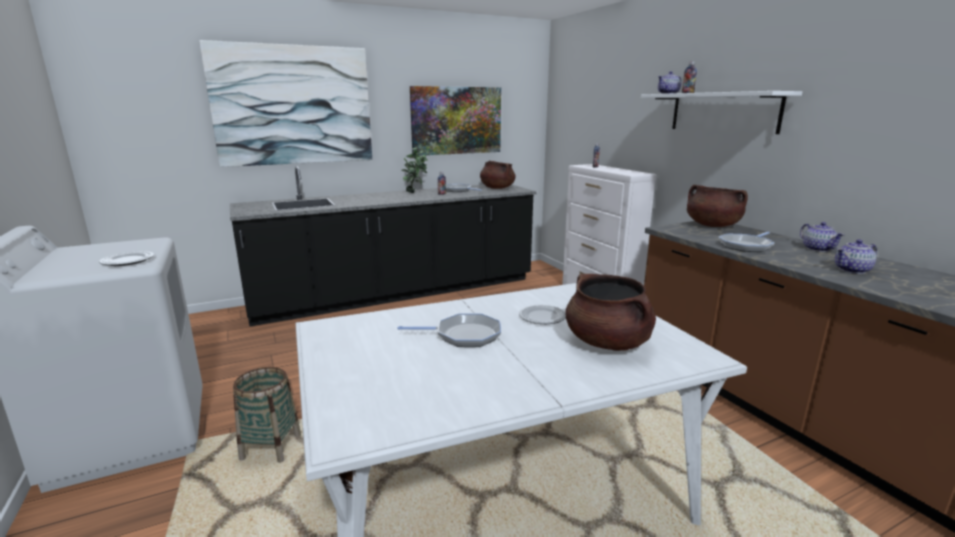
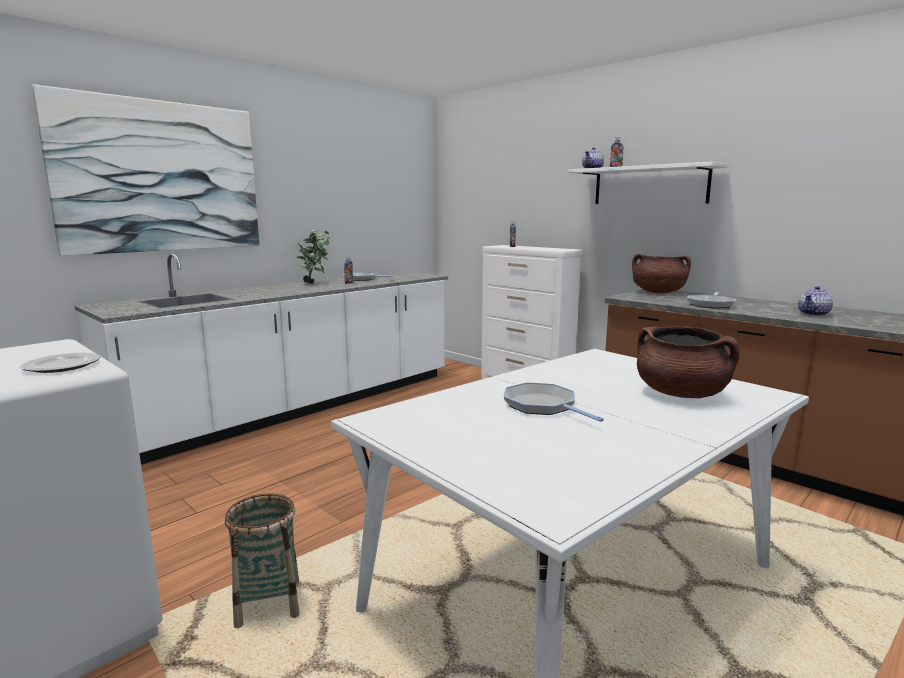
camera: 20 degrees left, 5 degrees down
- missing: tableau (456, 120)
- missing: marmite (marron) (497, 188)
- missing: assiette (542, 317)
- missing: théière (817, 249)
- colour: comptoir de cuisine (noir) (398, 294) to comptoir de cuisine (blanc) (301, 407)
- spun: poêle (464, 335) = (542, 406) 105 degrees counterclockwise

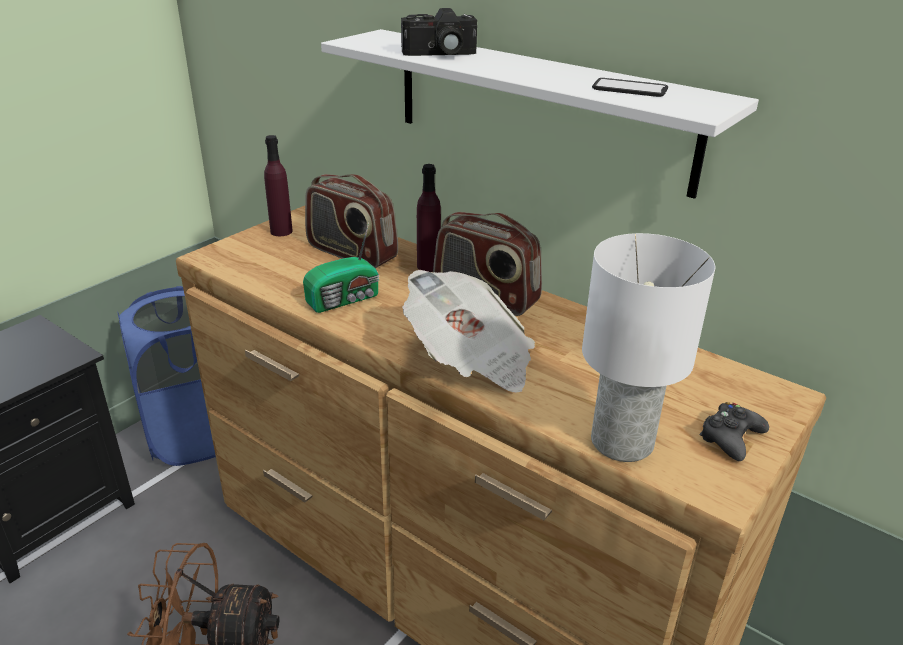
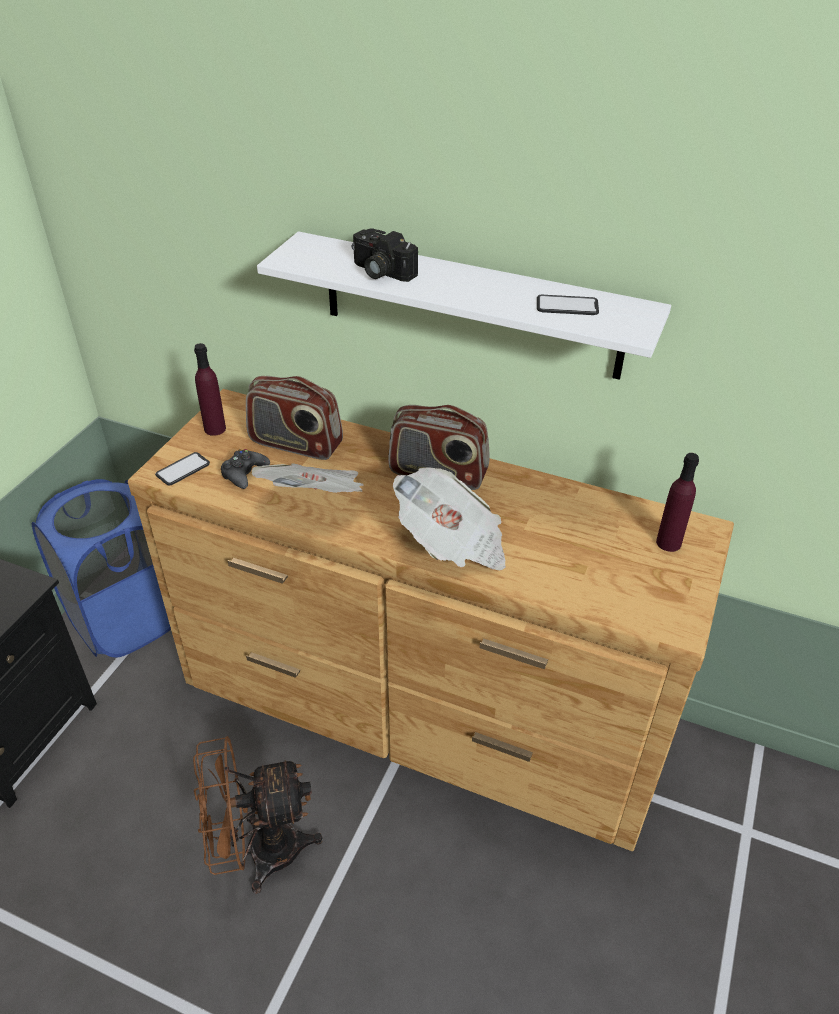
camera: 15 degrees left, 10 degrees up
- missing: lampe de table (blanc) (620, 441)
- appeared: téléphone (183, 469)
- relocated: bouteille (violet) (428, 266) to (668, 542)
- relocated: manette (noir) (731, 438) to (244, 473)
- exchanged: radio (345, 299) to journal (316, 500)
- spun: appareil photo (439, 54) = (380, 272) 60 degrees clockwise

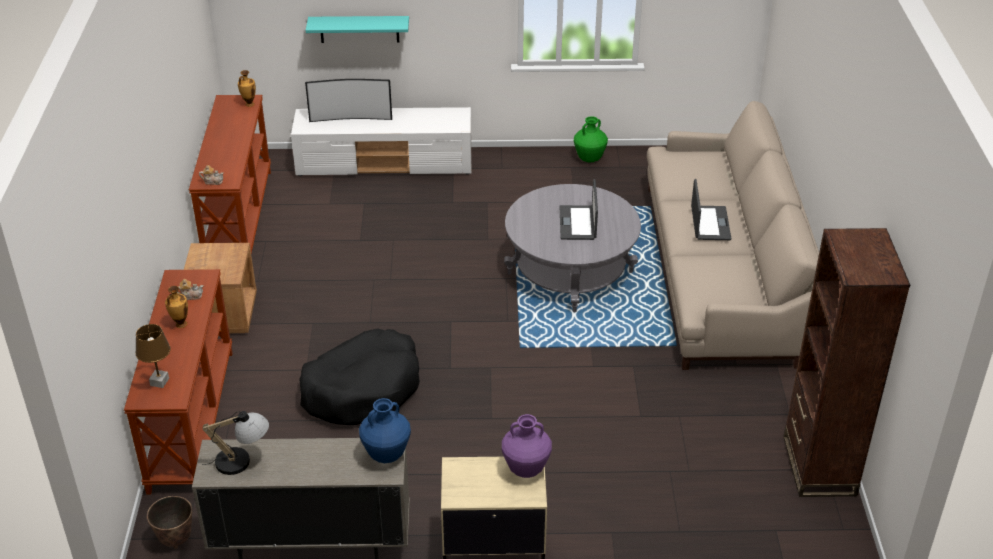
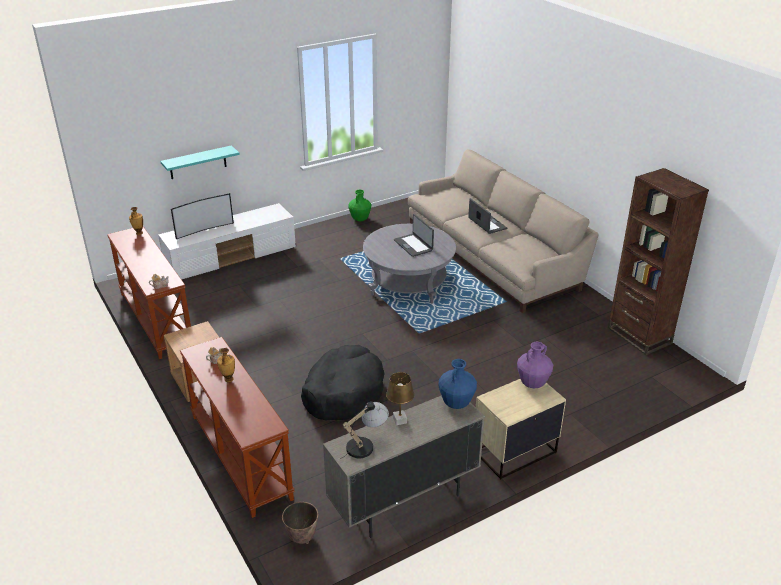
camera: 30 degrees left, 5 degrees down
- relocated: lampe de table (marron) (159, 381) to (399, 420)

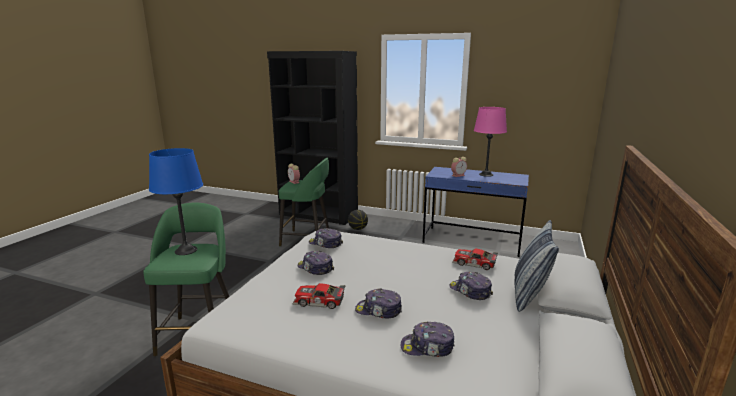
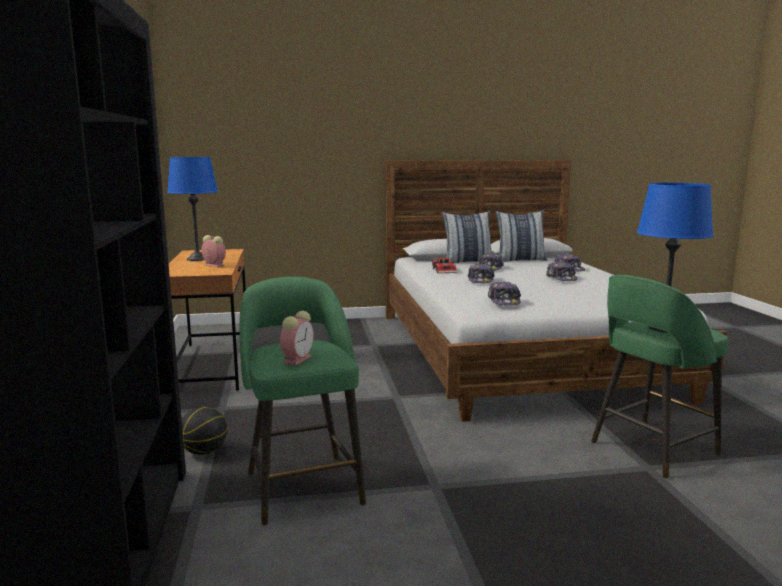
camera: 120 degrees left, 5 degrees down
- missing: petite voiture (319, 302)
- appeared: coussin (520, 260)
- relocated: casquette (315, 268) to (481, 280)
- colour: bureau (bleu) (472, 241) to bureau (marron) (211, 365)
- colour: lampe de table (rose) (486, 174) to lampe de table (bleu) (197, 259)

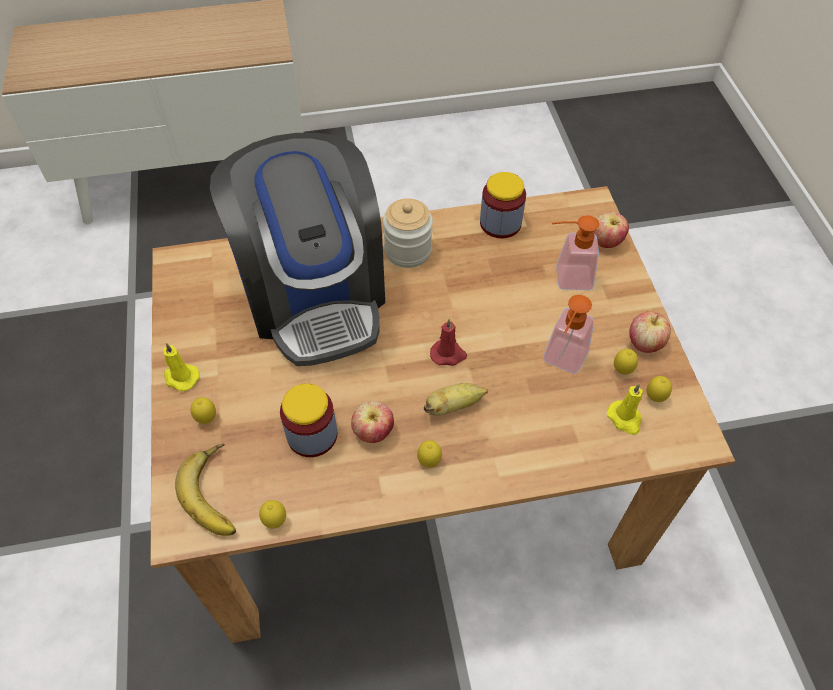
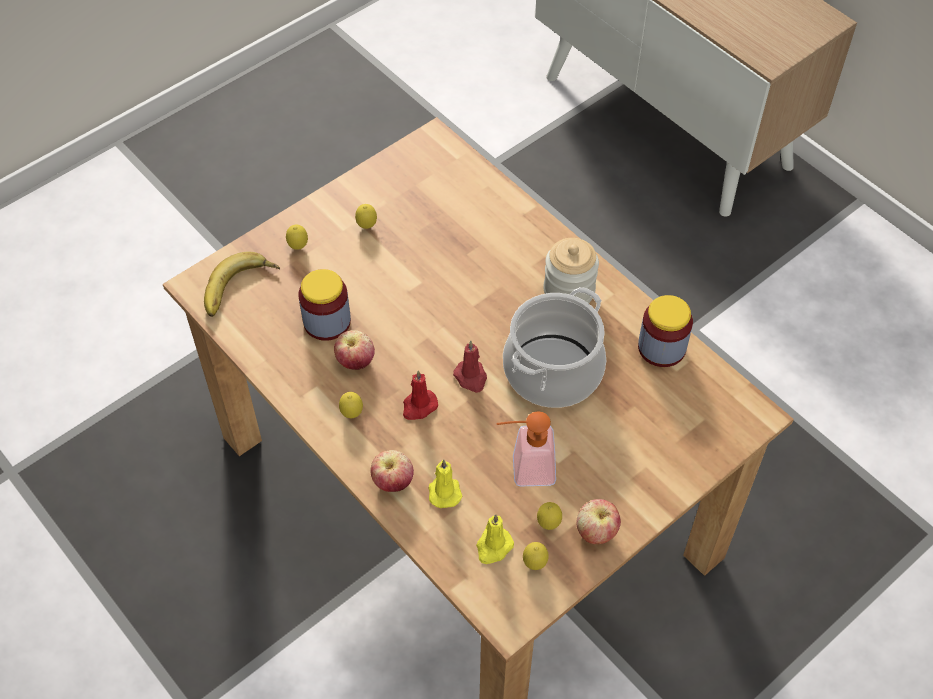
camera: 60 degrees right, 0 degrees up
- missing: machine à café (314, 294)
- missing: distributeur de savon (566, 278)
- appeared: marmite (552, 370)
- relocated: bougie (jaune) (180, 377) to (444, 491)
- relocated: citron (275, 521) to (367, 226)
- relocated: pomme (606, 242) to (393, 482)
- exchanged: banane (453, 406) to bougie (rouge) (419, 406)

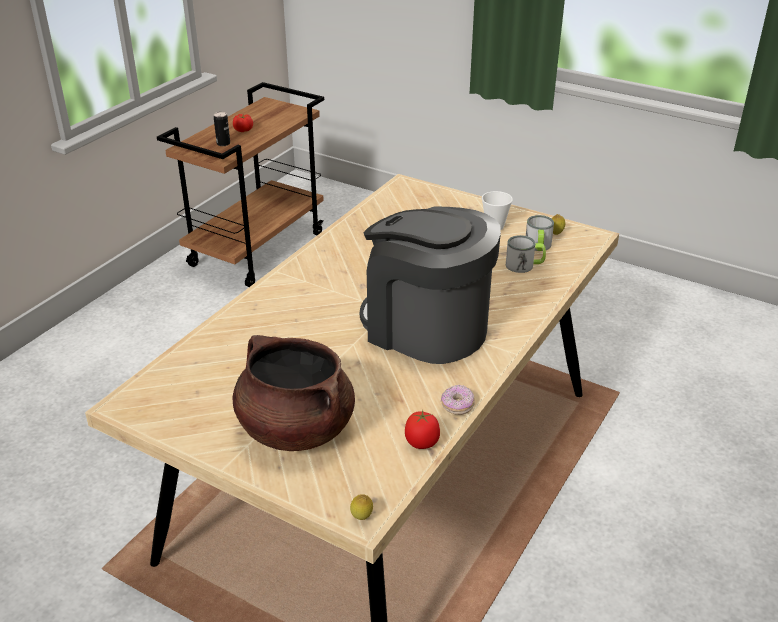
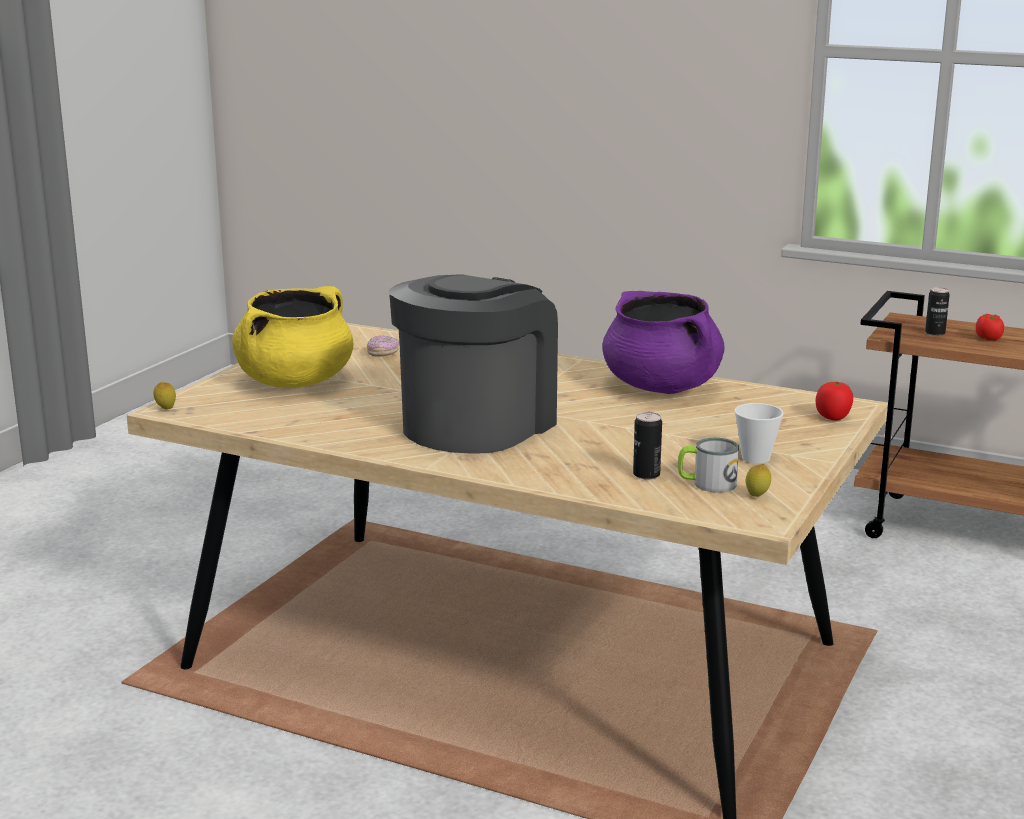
camera: 85 degrees right, 15 degrees down
- appeared: marmite (violet) (662, 387)
- relocated: tomate (422, 443) to (833, 417)
- relocated: beignet (457, 406) to (383, 354)
- exchanged: mug (524, 265) to boîte métallique (646, 475)
- colour: marmite (marron) (295, 429) to marmite (jaune) (295, 382)

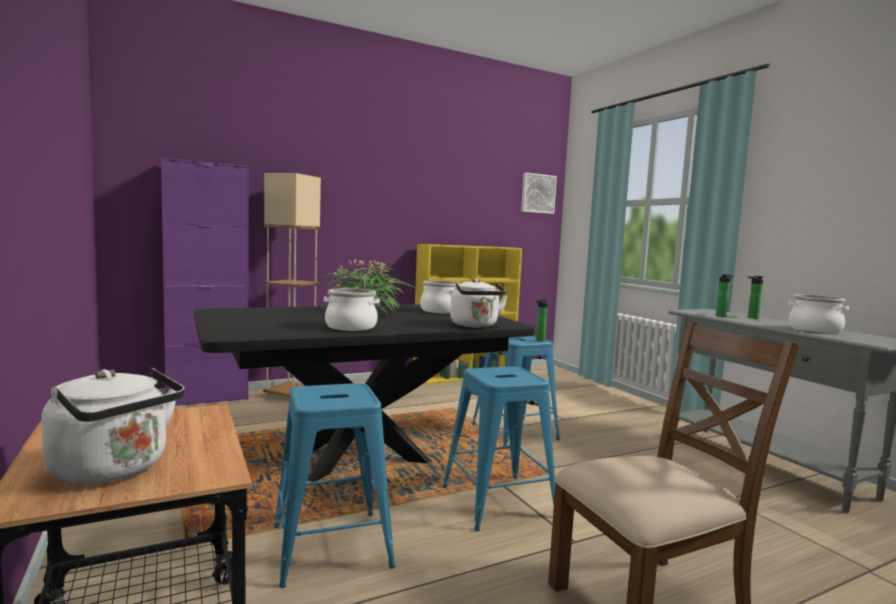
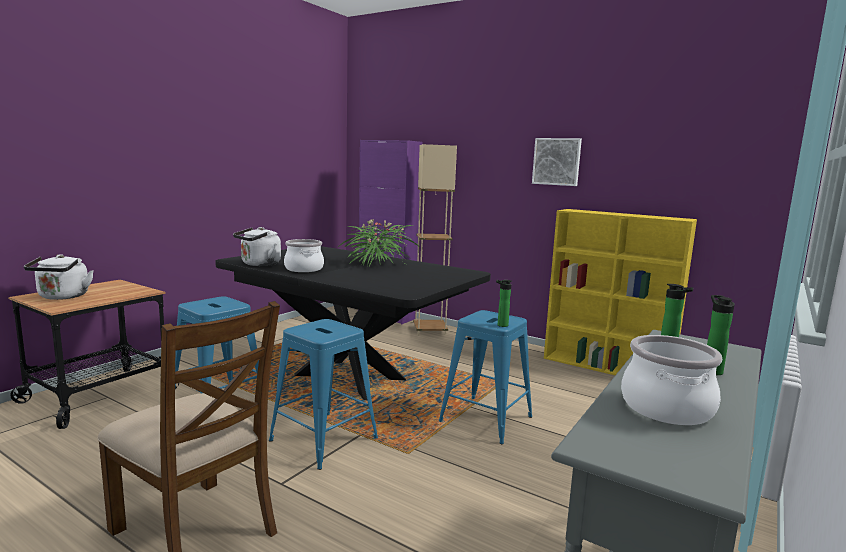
camera: 60 degrees right, 5 degrees up
- missing: marmite (440, 311)
- relocated: bouilloire (blanc) (475, 326) to (259, 264)
- relocated: tableau (537, 193) to (557, 161)

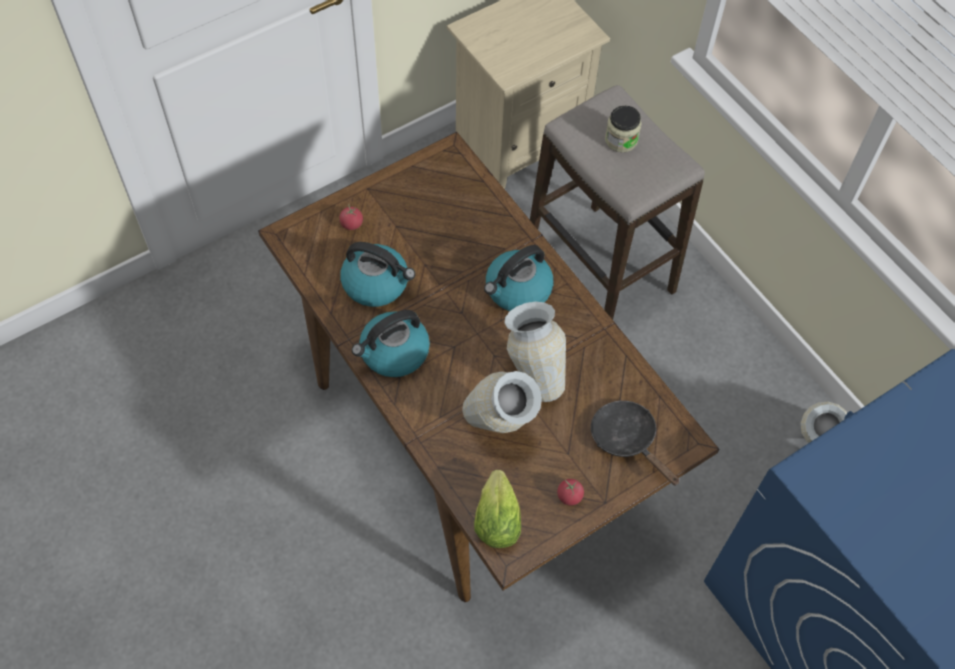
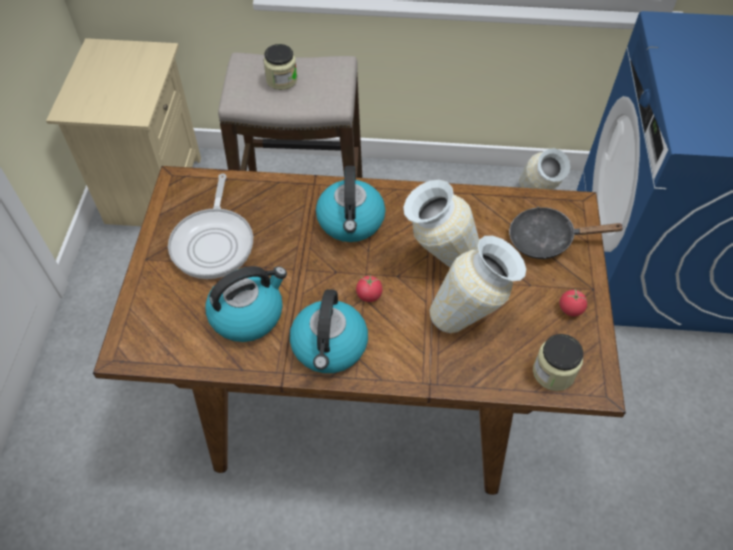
camera: 50 degrees left, 5 degrees down
- appeared: poêle (214, 242)
- relocated: tomate (351, 224) to (369, 295)
- exchanged: laitue (497, 516) to bocal (553, 372)

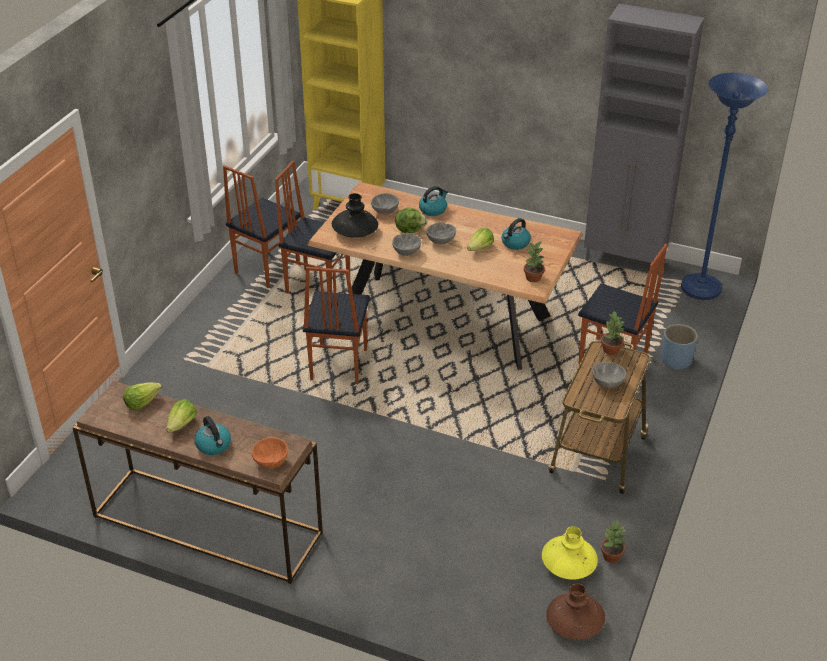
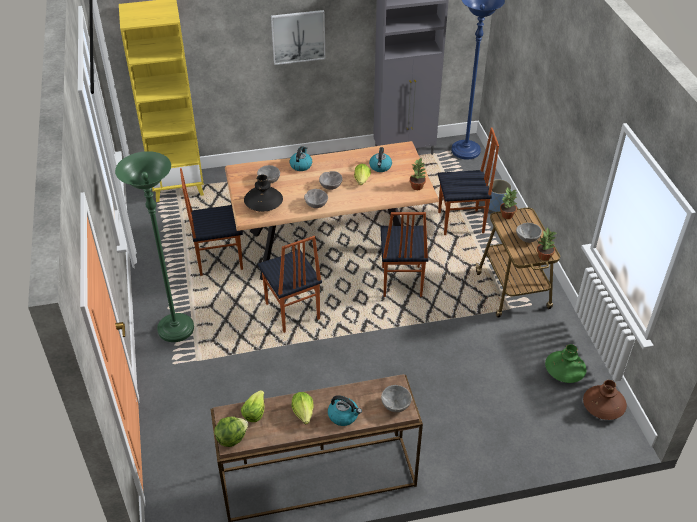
camera: 35 degrees left, 5 degrees up
- appeared: lampadaire (vert) (176, 329)
- appeared: tableau (298, 36)
- relocated: chaise (266, 269) to (400, 282)
- relocated: laitue (410, 230) to (231, 438)
- relocated: plante en pot (611, 556) to (544, 256)
- colour: bol (orange) (271, 462) to bol (gris) (396, 405)
- colour: vase (jaune) (568, 564) to vase (vert) (564, 371)

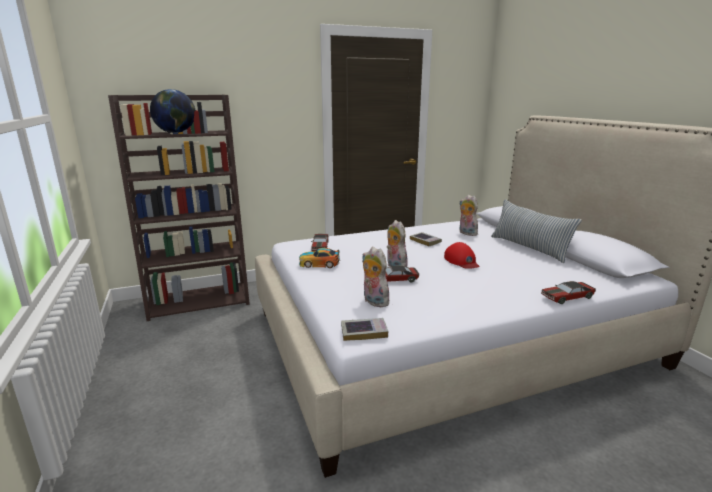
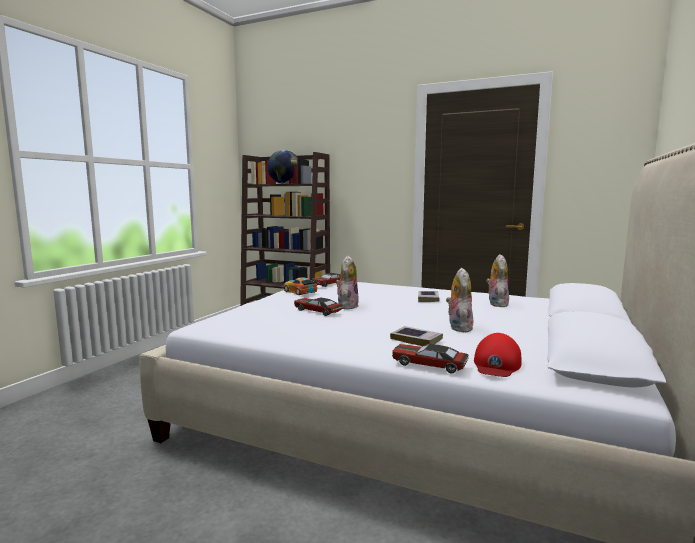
camera: 45 degrees right, 10 degrees down
- missing: coussin (529, 248)
- relocated: livre (364, 332) to (416, 340)
- relocated: peluche (373, 301) to (458, 327)
- relocated: casquette (rouge) (461, 261) to (496, 364)

